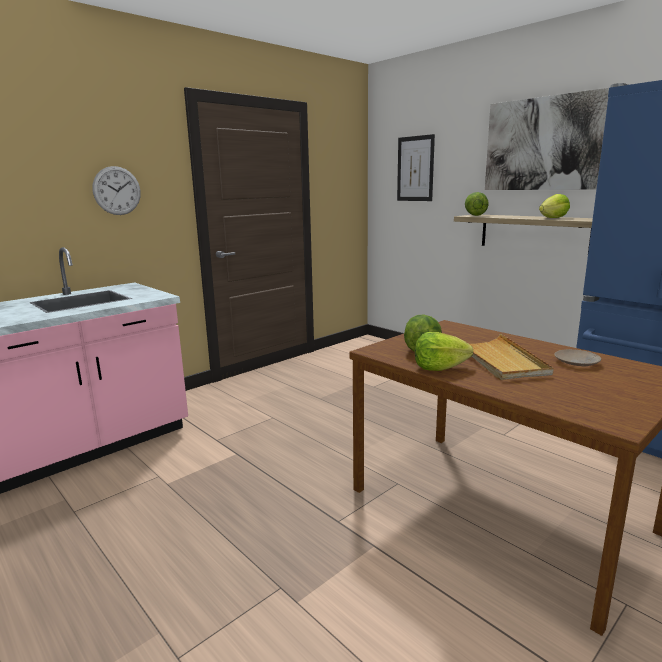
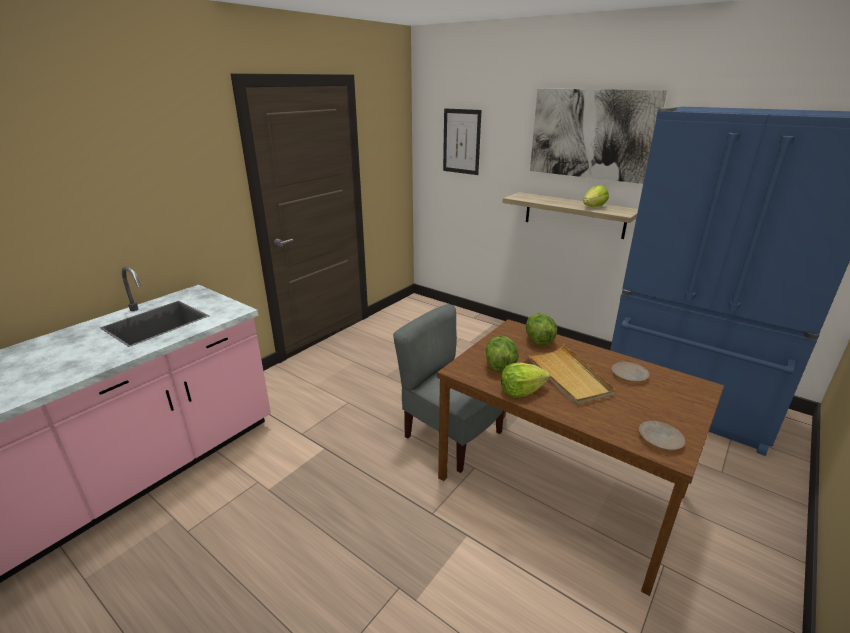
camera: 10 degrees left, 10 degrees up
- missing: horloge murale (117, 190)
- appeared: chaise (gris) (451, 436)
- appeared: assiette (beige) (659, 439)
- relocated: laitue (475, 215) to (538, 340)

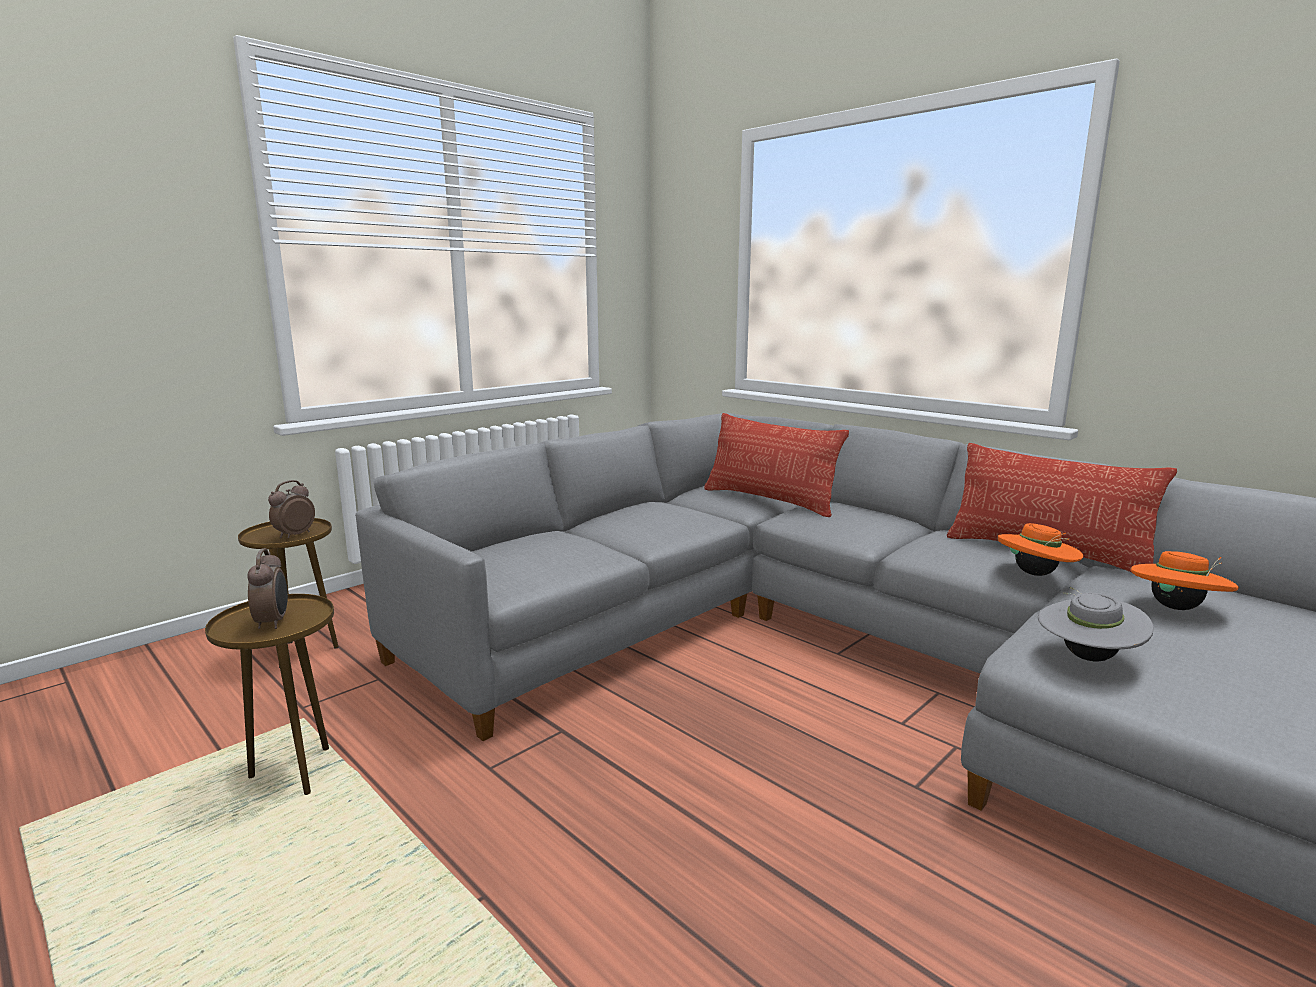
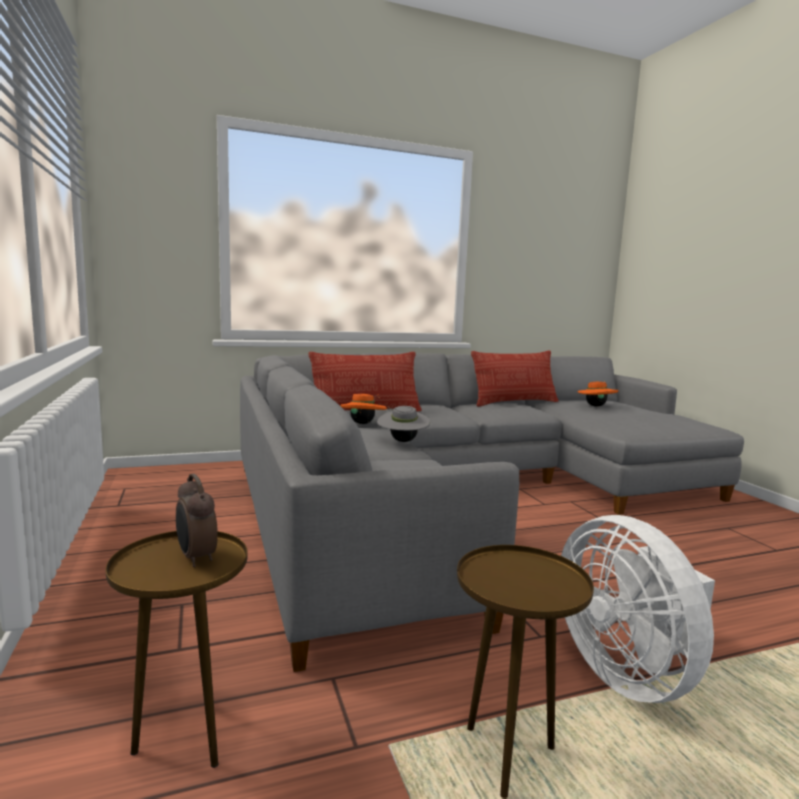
camera: 65 degrees left, 5 degrees down
- missing: réveil (273, 622)
- appeared: ventilateur (blanc) (628, 673)
- relocated: chapeau (orange) (1035, 574) to (363, 423)
- relocated: chapeau (gris) (1087, 657) to (402, 441)

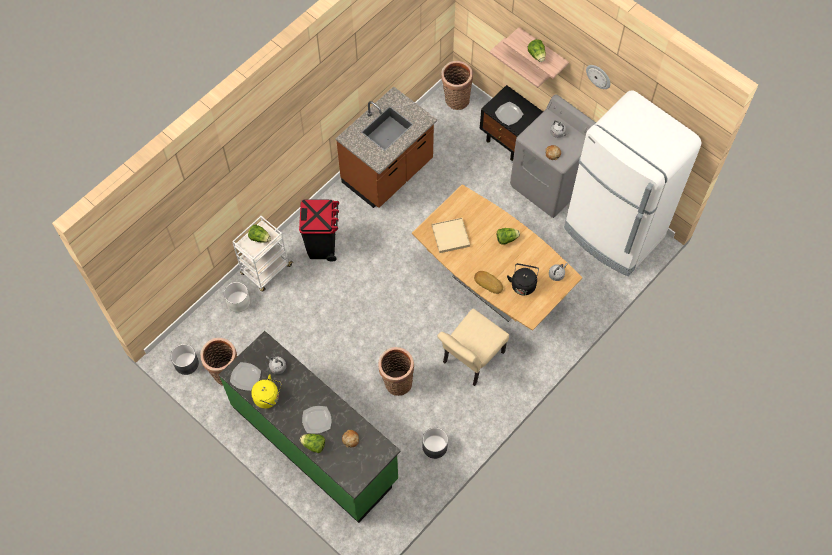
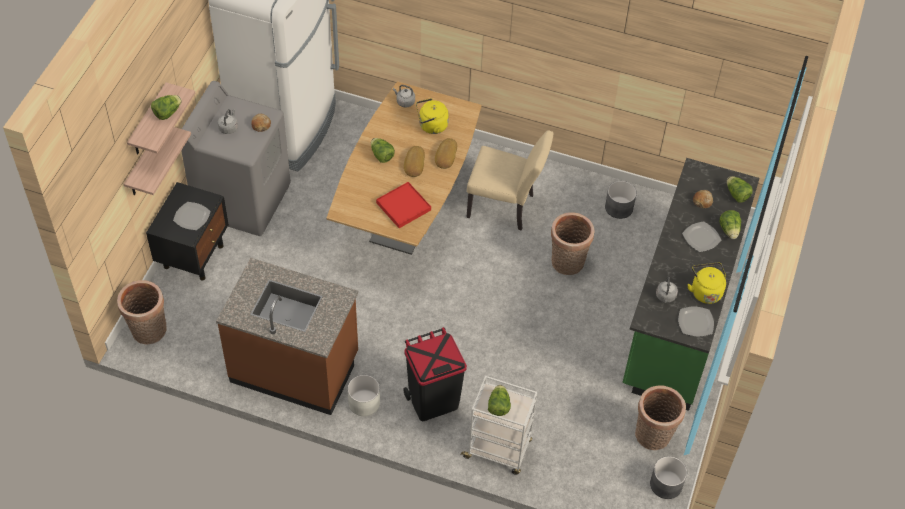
camera: 115 degrees left, 10 degrees down
- missing: horloge murale (598, 76)
- appeared: pain (414, 163)
- appeared: laitue (736, 195)
- relocated: cache-pot (blanc) (238, 301) to (364, 402)
- colour: plateau (beige) (450, 236) to plateau (rouge) (403, 206)
- colour: bouilloire (noir) (523, 284) to bouilloire (jaune) (431, 126)

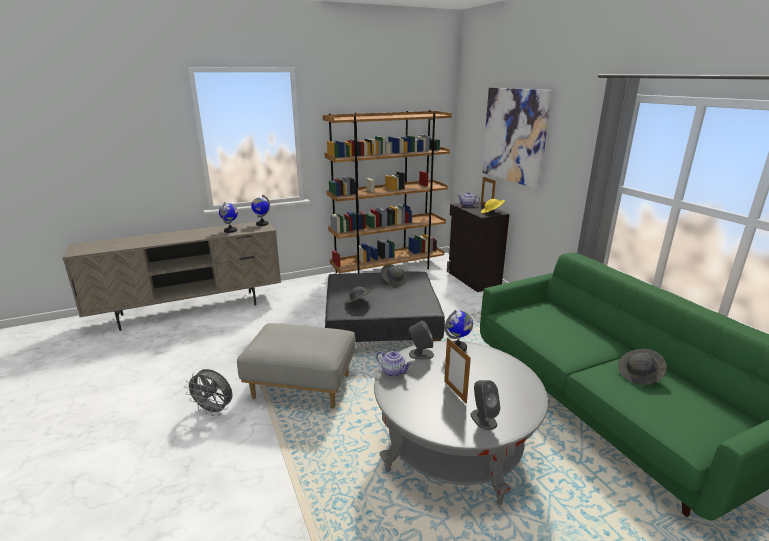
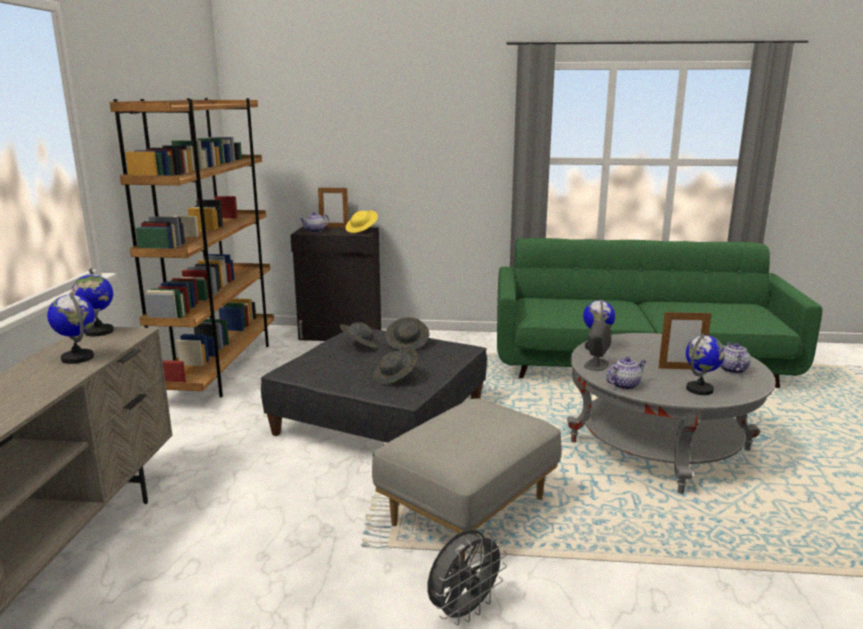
camera: 60 degrees left, 5 degrees down
- missing: tableau (514, 135)
- appeared: globe (700, 389)
- relocated: chapeau (gris) (639, 375) to (407, 344)
- exchanged: enceinte (gris) (483, 419) to théière (732, 369)

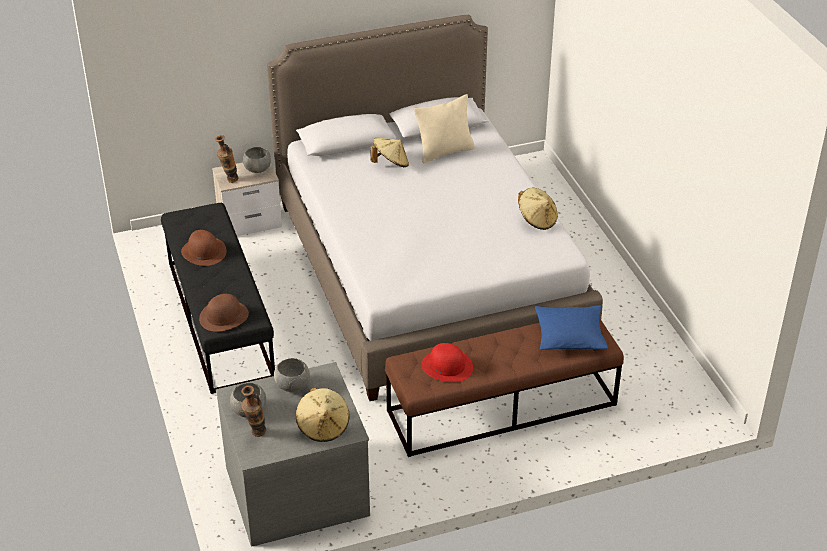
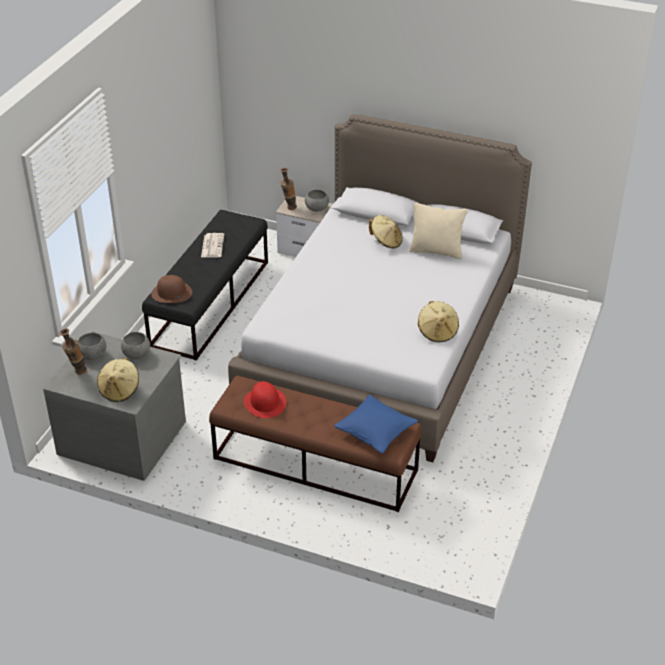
camera: 40 degrees right, 0 degrees up
- exchanged: chapeau (marron) (203, 251) to journal (212, 245)

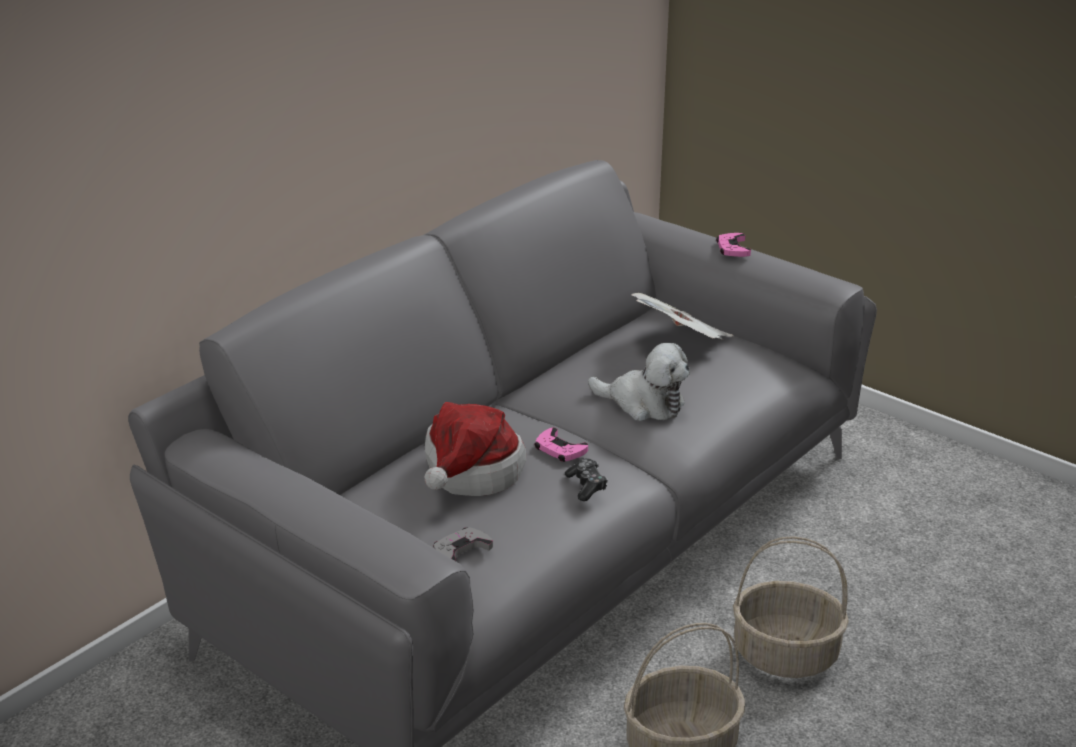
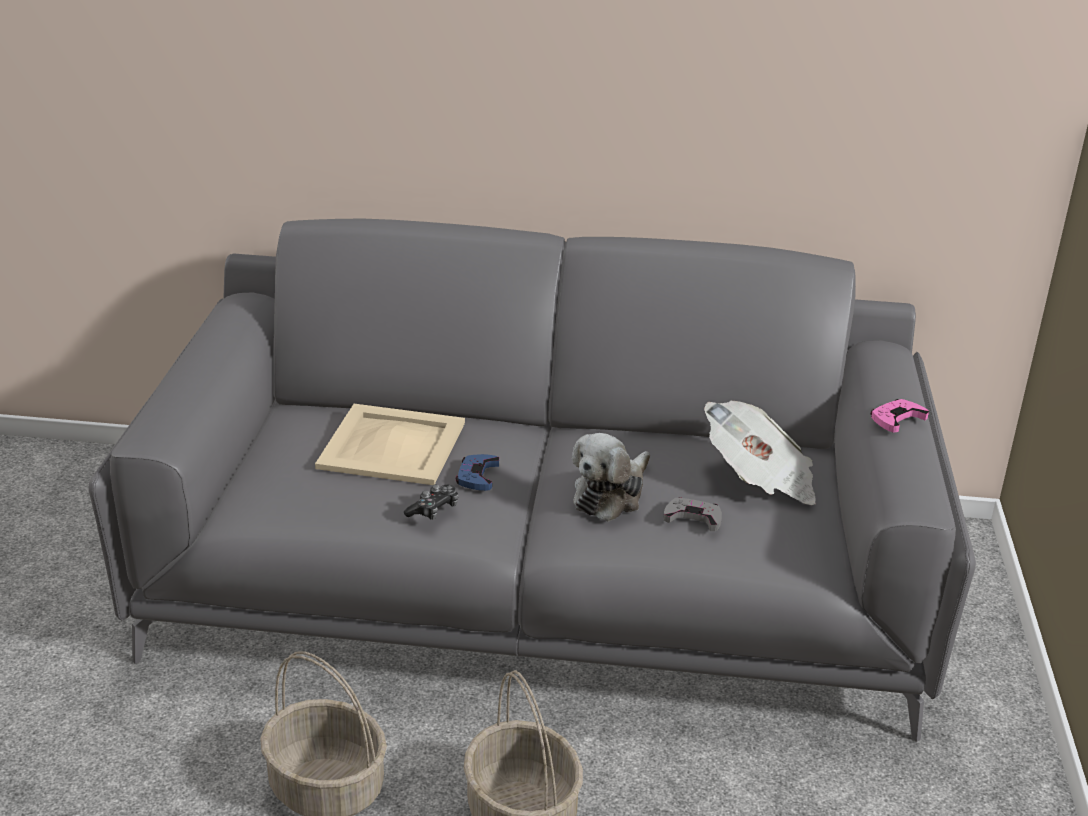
camera: 55 degrees right, 0 degrees up
- relocated: manette (gris) (461, 550) to (693, 518)
- exchanged: chapeau (469, 473) to plateau (beige) (390, 445)
- colour: manette (rose) (559, 449) to manette (bleu) (477, 476)
- spun: peluche (643, 403) = (611, 495) 45 degrees clockwise

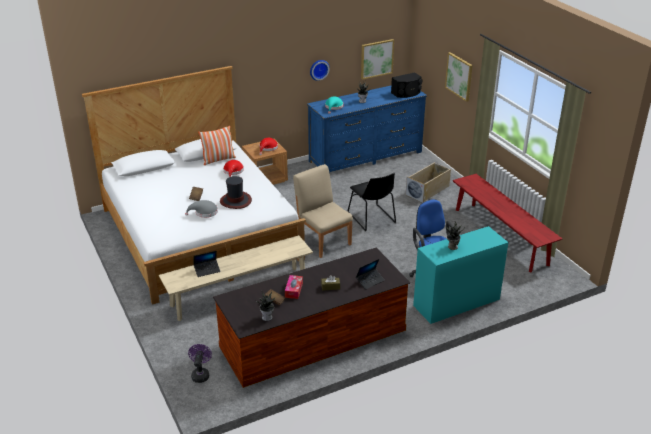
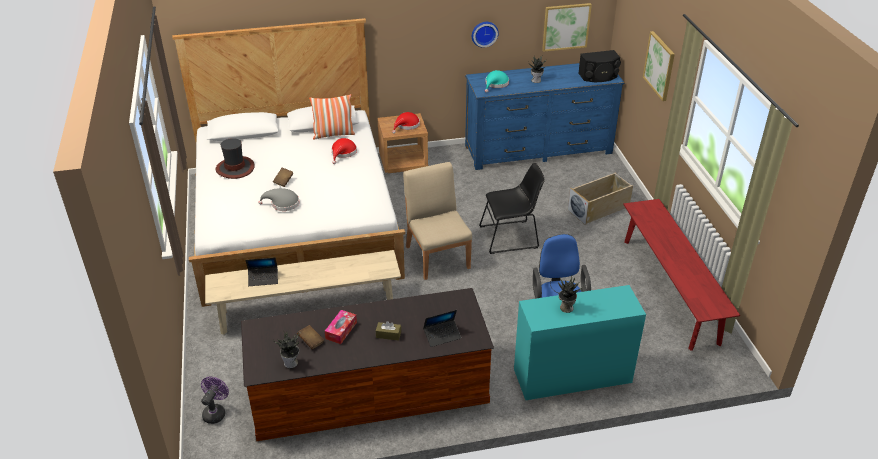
camera: 15 degrees right, 5 degrees up
- relocated: chapeau (236, 201) to (235, 168)
- spun: chaise (noir) (372, 219) = (511, 237) 90 degrees counterclockwise

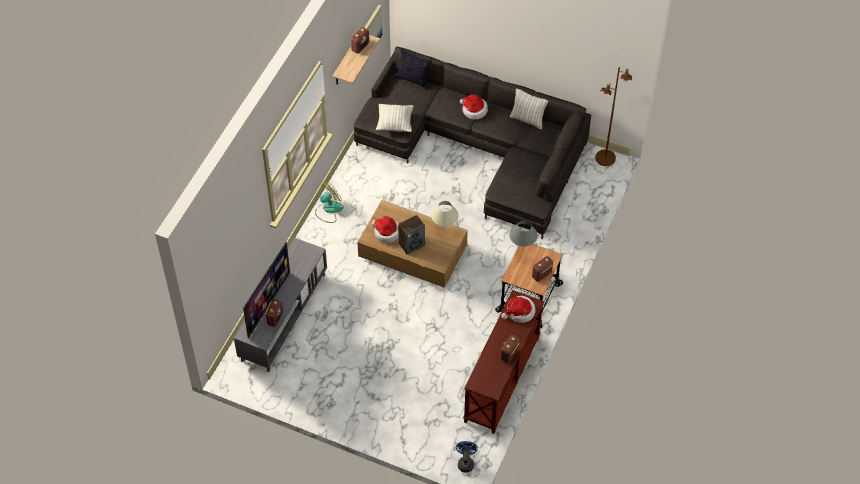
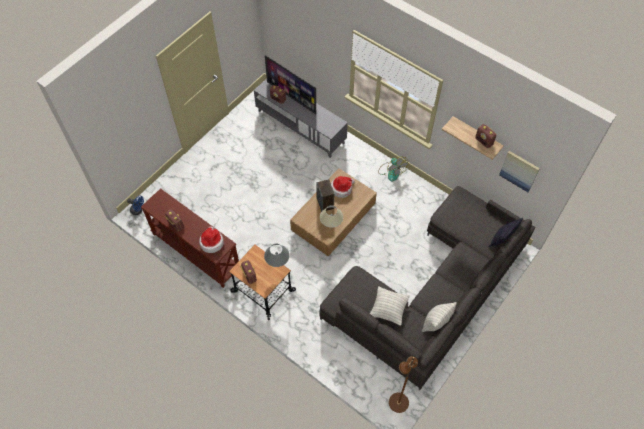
camera: 105 degrees right, 5 degrees up
- missing: chapeau (474, 110)
- relocated: coussin (395, 124) to (388, 309)

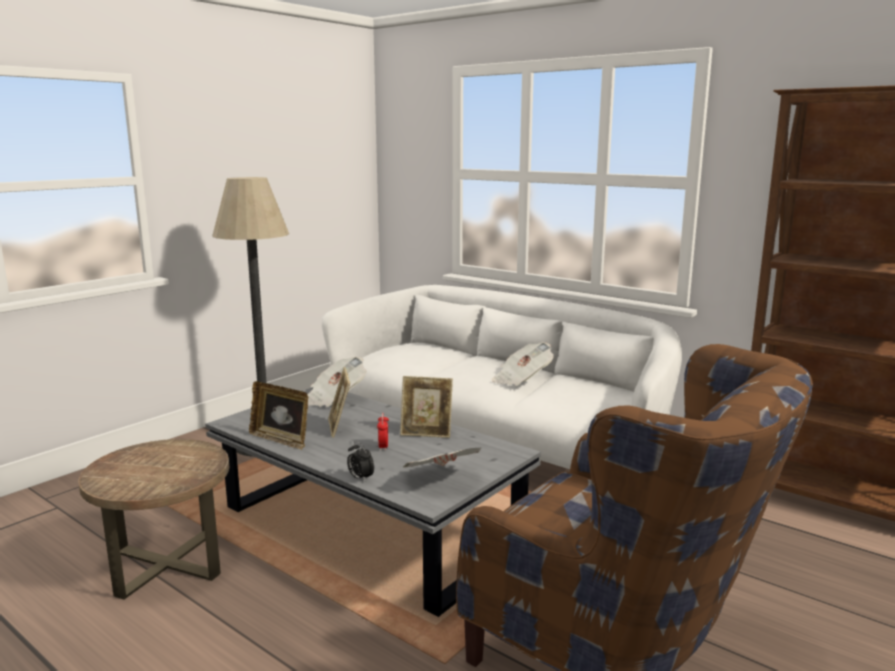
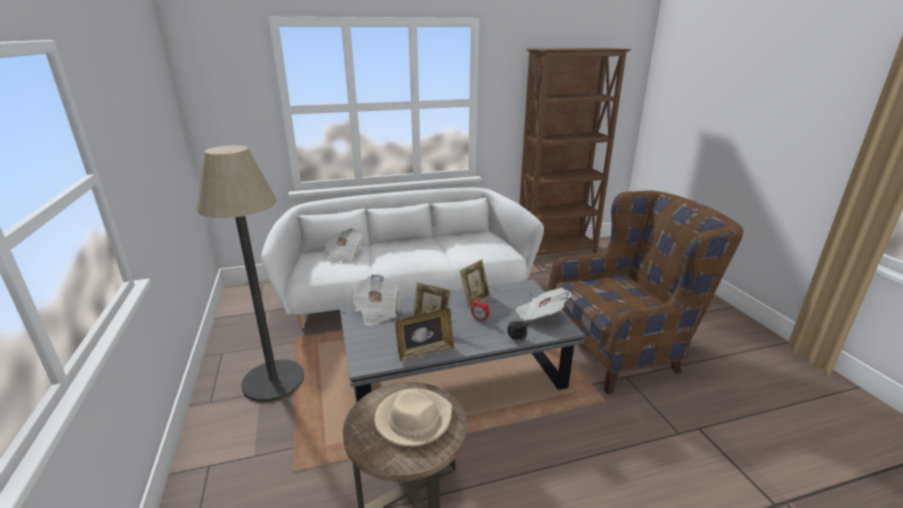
camera: 55 degrees left, 10 degrees up
- appeared: chapeau (beige) (413, 419)
- relocated: journal (521, 379) to (343, 254)

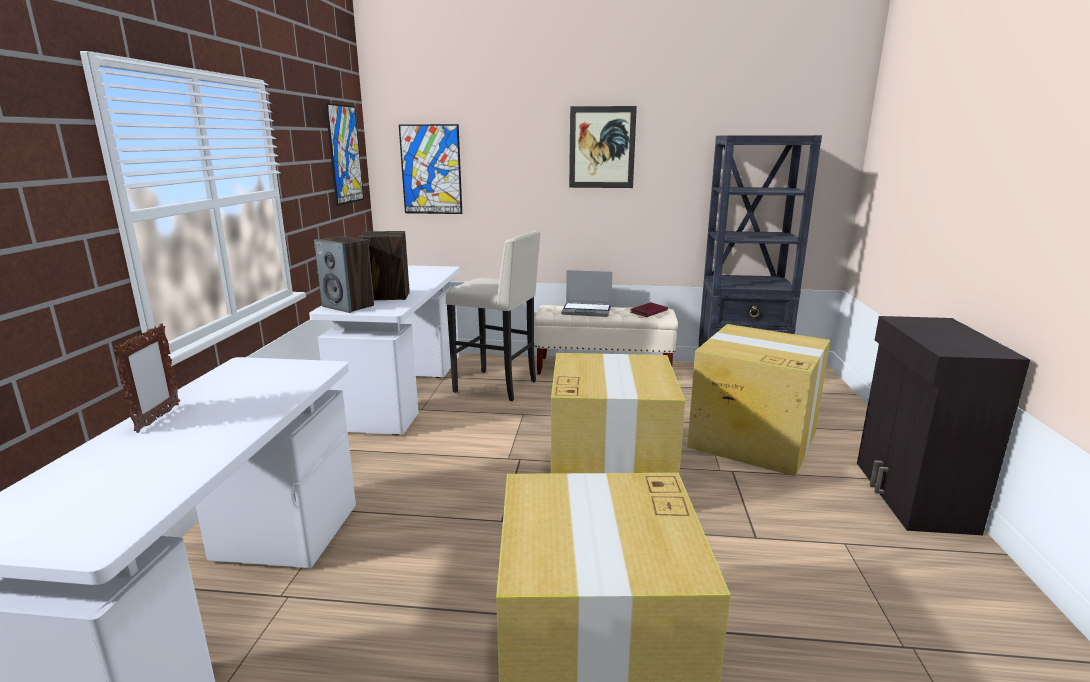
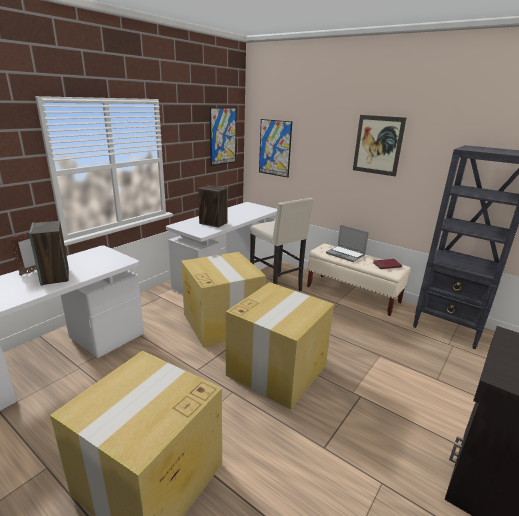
camera: 30 degrees right, 5 degrees up
- relocated: enceinte (348, 306) to (55, 276)
- relocated: carton (751, 439) to (222, 322)

